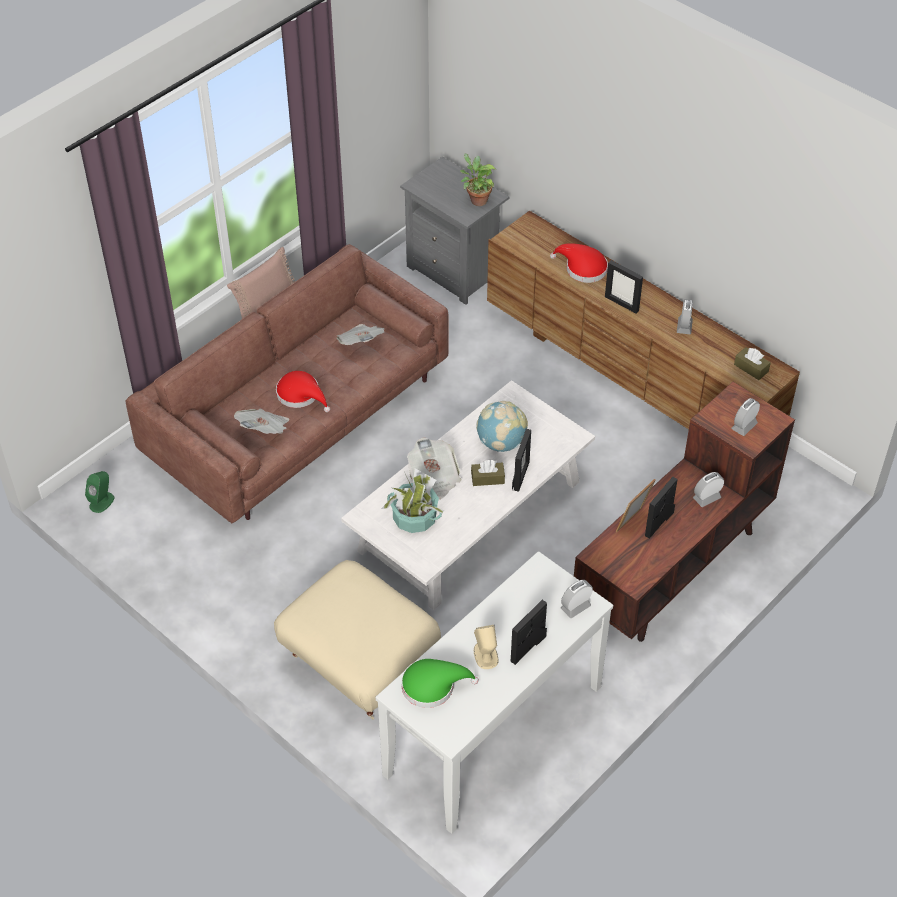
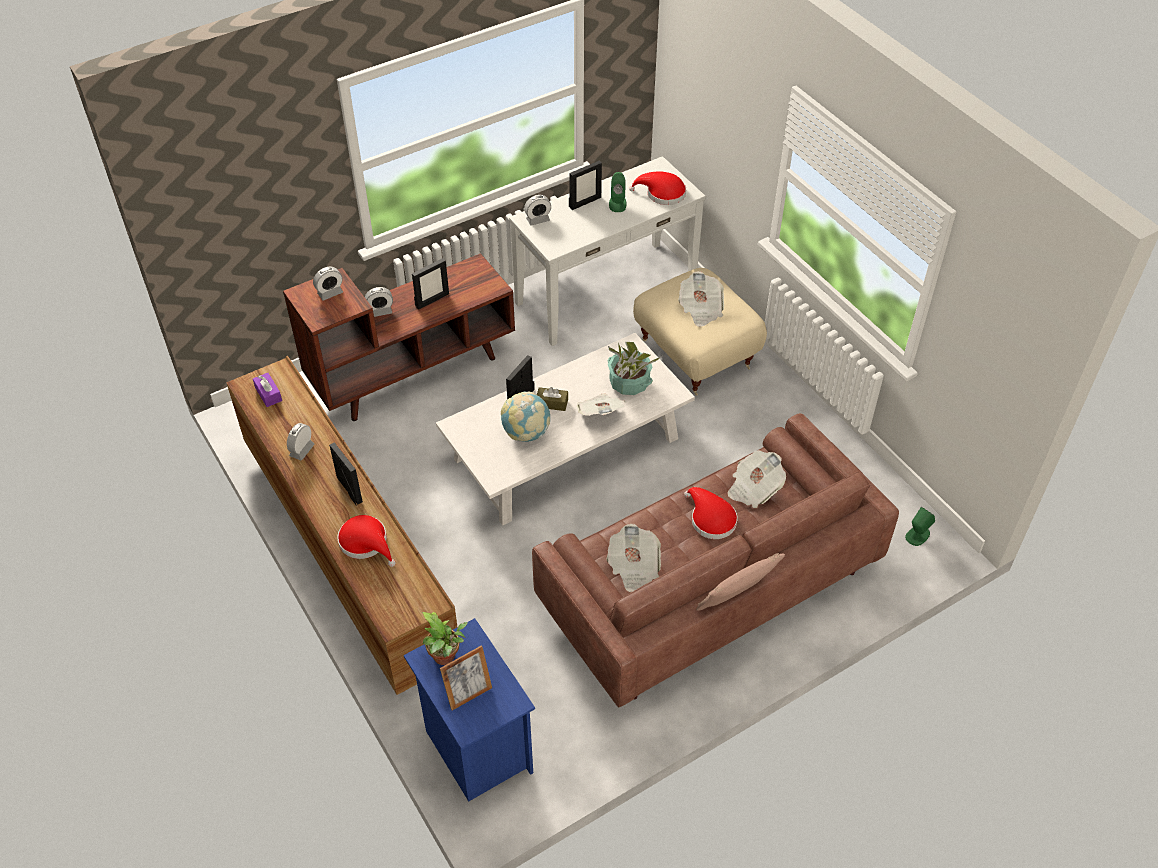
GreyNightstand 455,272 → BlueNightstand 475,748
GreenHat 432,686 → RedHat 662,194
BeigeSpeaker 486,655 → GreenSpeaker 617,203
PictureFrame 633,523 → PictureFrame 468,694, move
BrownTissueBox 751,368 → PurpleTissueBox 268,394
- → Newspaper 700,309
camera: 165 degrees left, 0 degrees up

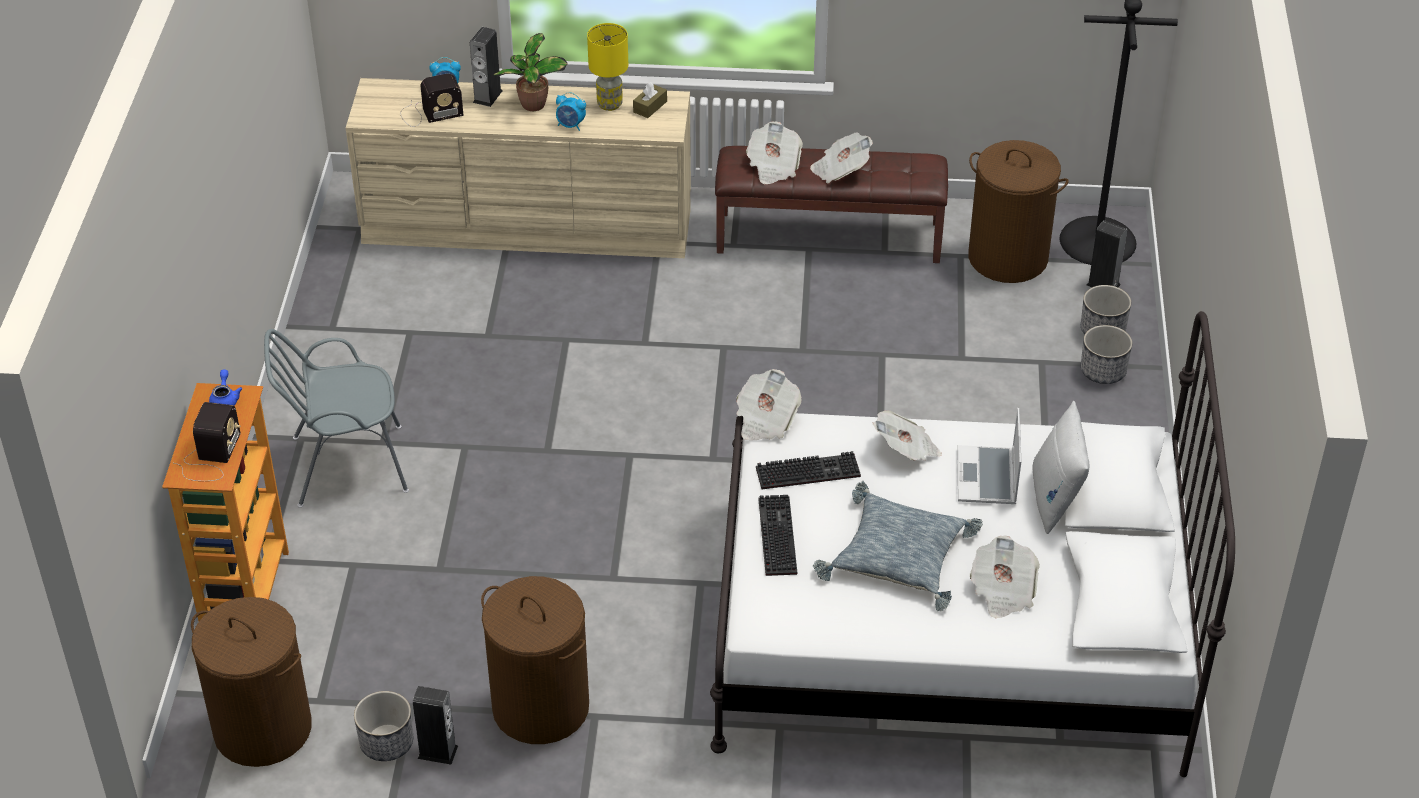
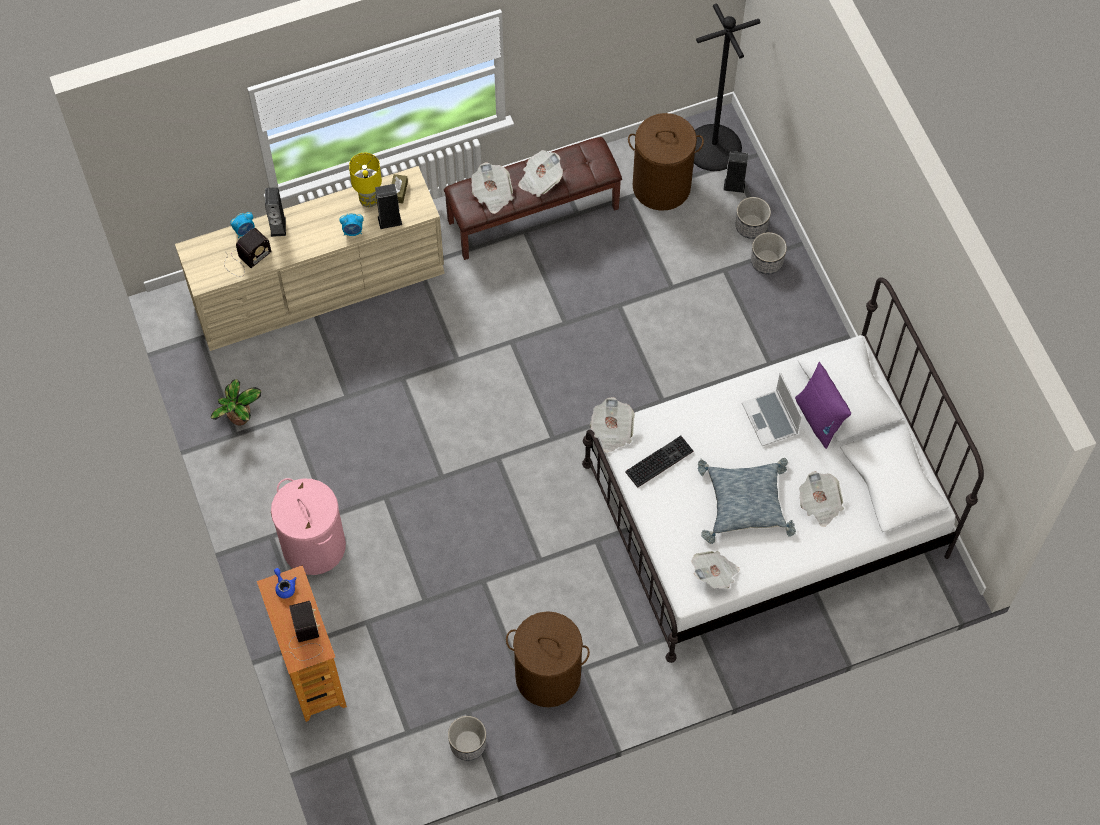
BrownLaundryBasket 263,728 → -
GreyChair 344,465 → PinkLaundryBasket 313,546
Speaker 437,752 → Speaker 389,220, move
PottedPlant 532,105 → PottedPlant 240,419, move
Keyboard 775,535 → -
Newspaper 906,450 → Newspaper 715,574, move
GreyPillow 1055,499 → PurplePillow 818,419
camera: 25 degrees left, 20 degrees up

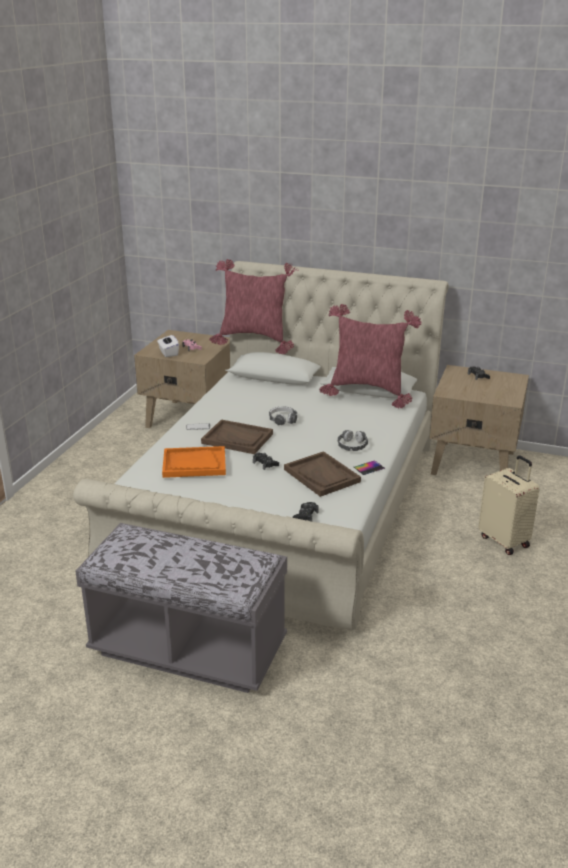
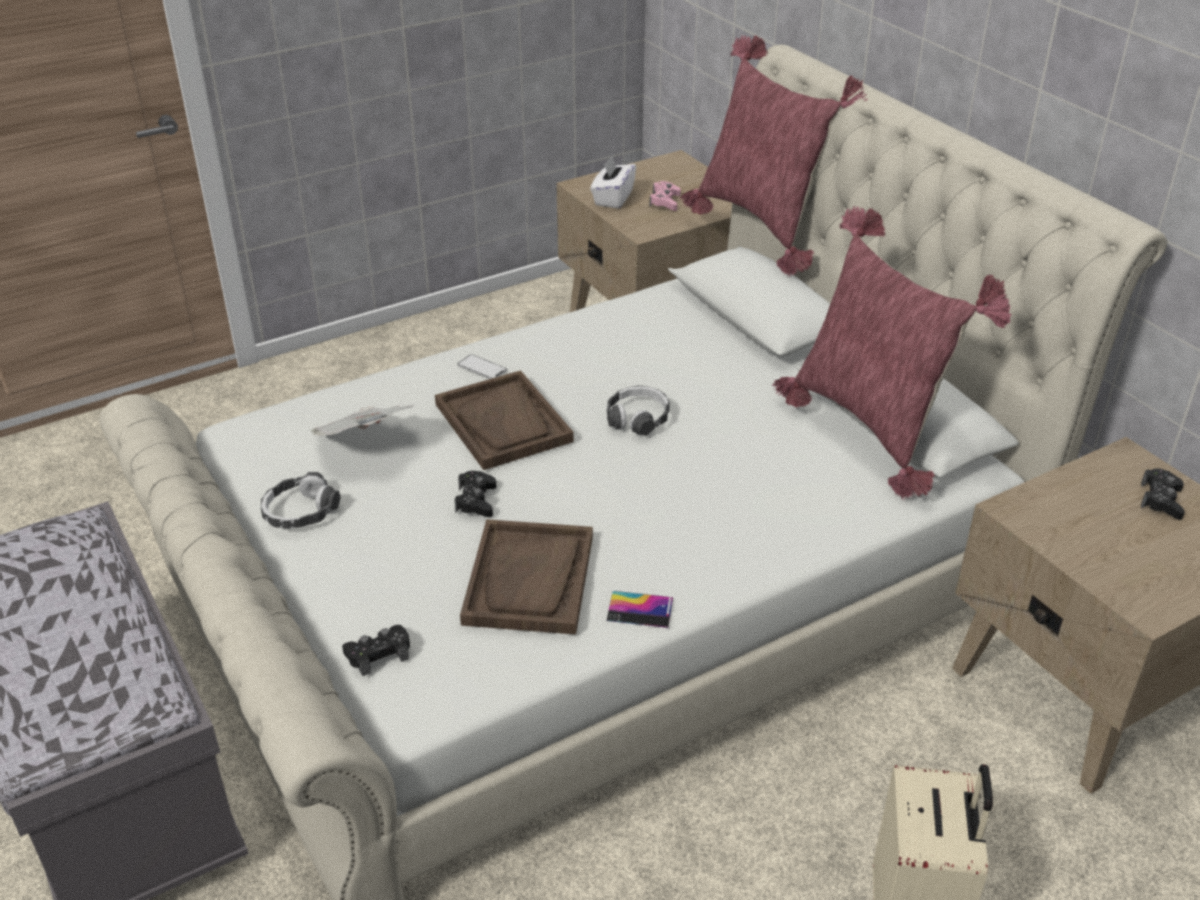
OrangeTray 194,464 → Newspaper 365,442
Headphones 352,446 → Headphones 300,511, move
camera: 40 degrees right, 10 degrees up

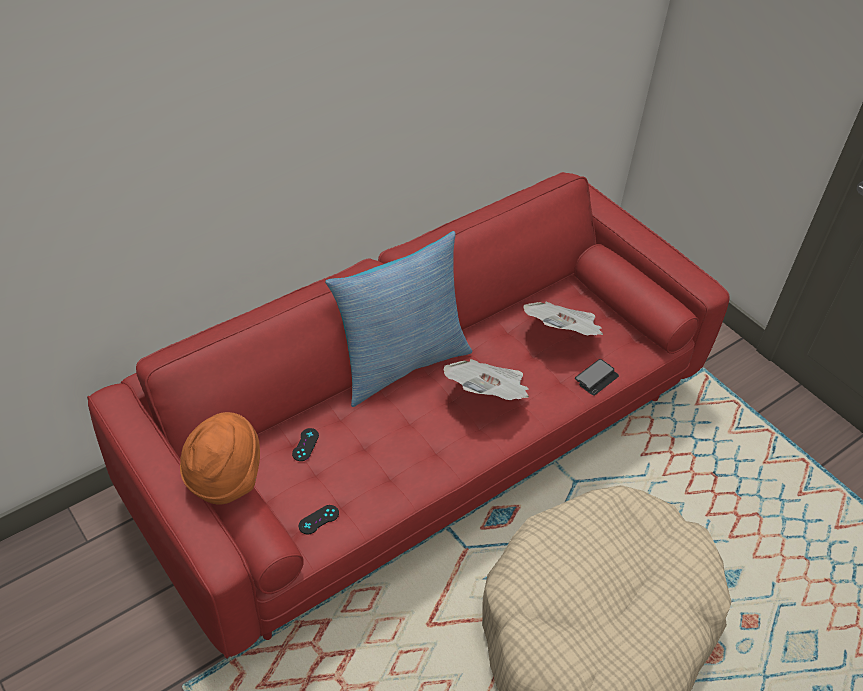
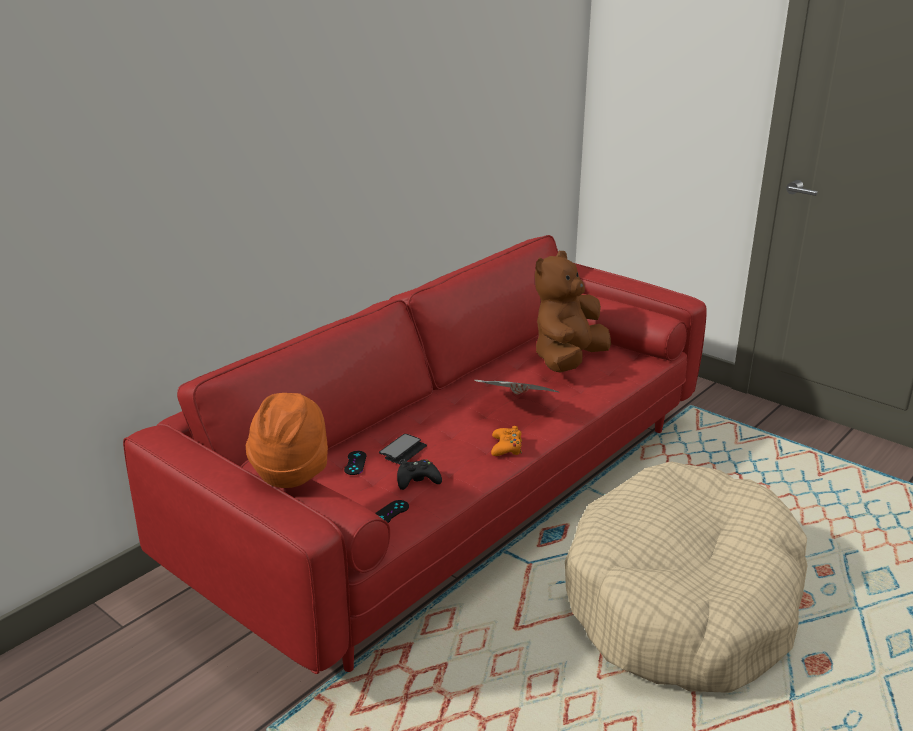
Pillow 400,363 → -
Newspaper 563,333 → BrownPlushToy 568,361
Phone 596,378 → Phone 403,450, move
- → BlackGameController 417,480
- → OrangeGameController 506,447
camera: 10 degrees left, 20 degrees down

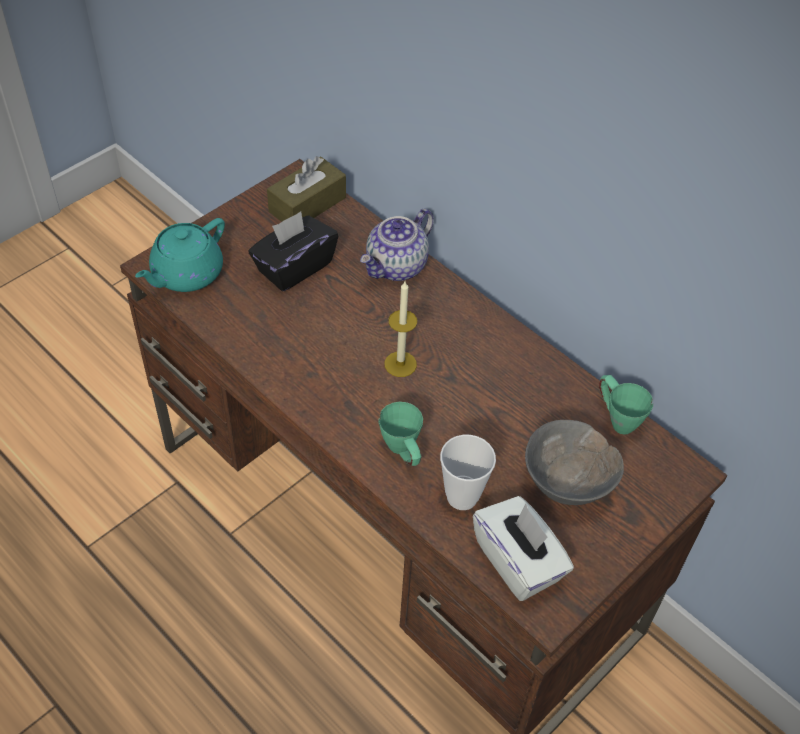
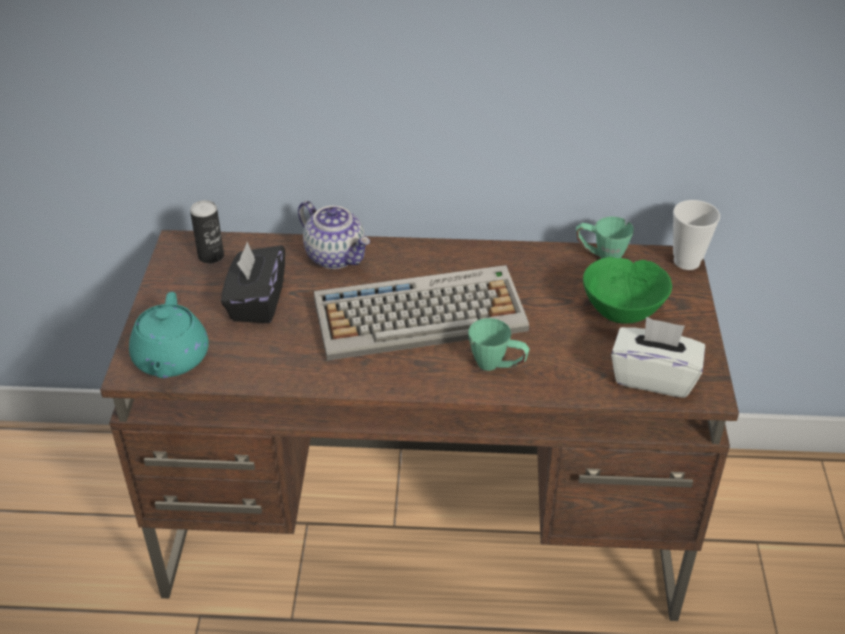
BrownTissueBox 307,204 → Can 211,256
Teapot 397,267 → Teapot 336,256, 45 degrees counterclockwise
Candle 400,364 → Keyboard 421,314
Cup 462,497 → Cup 686,261, move
GreyBowl 567,484 → GreenBowl 622,313
camera: 40 degrees left, 10 degrees down

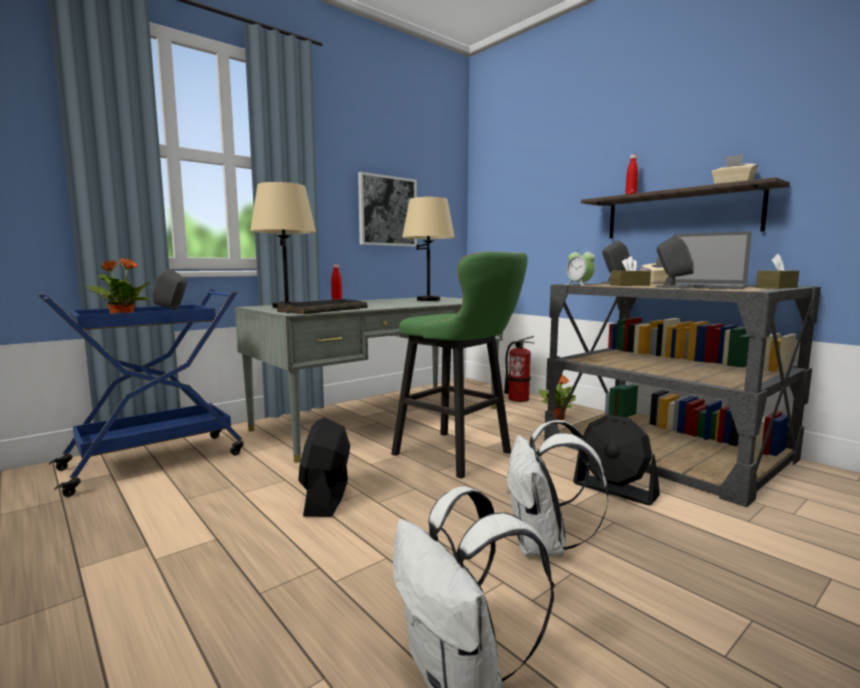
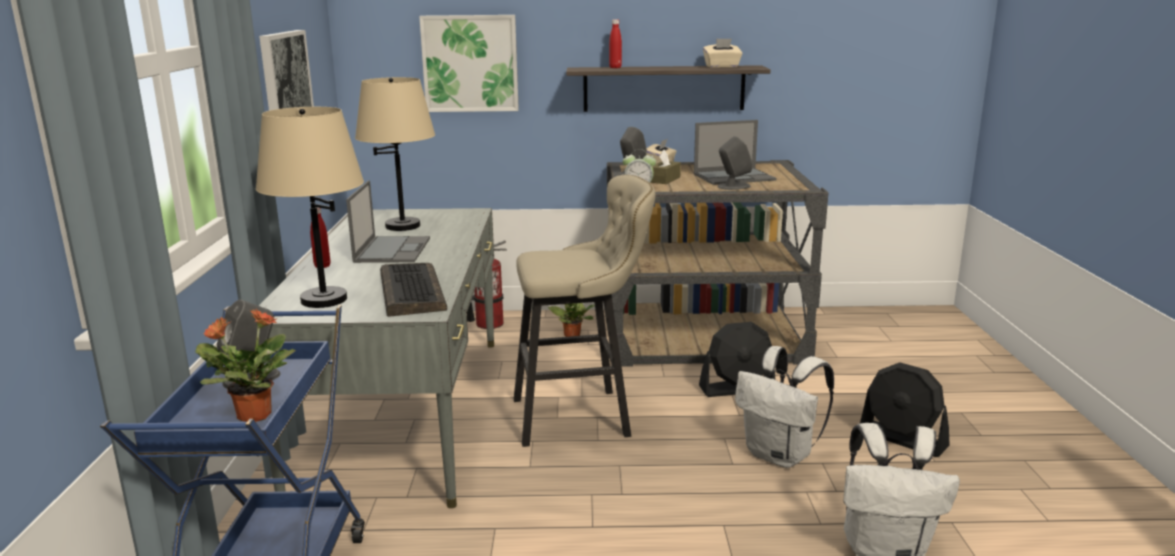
BlackFan 326,498 → BlackFan 903,439, move
GreenStool 462,457 → BeigeStool 586,415
BrownTissueBox 776,287 → -
- → Laptop 392,249
- → Picture 470,63
camera: 50 degrees left, 10 degrees up

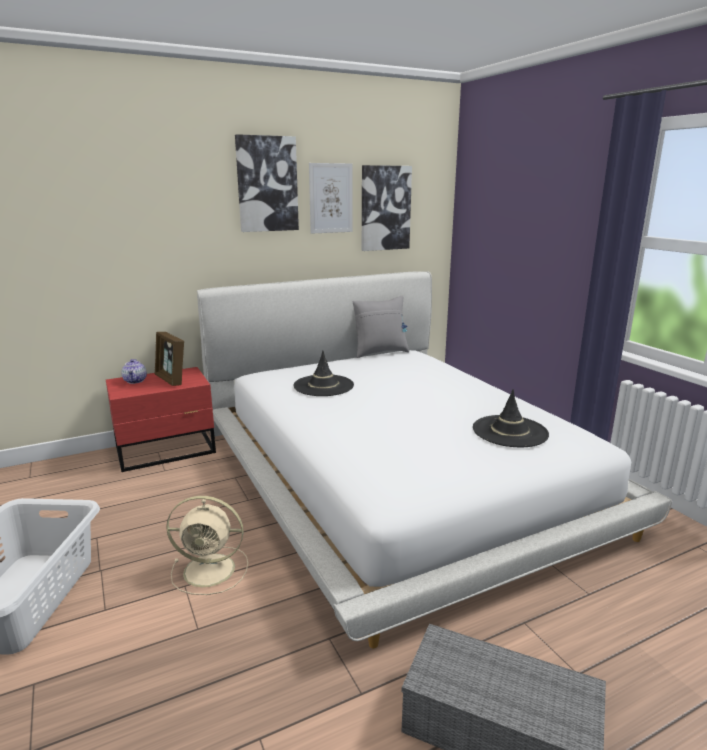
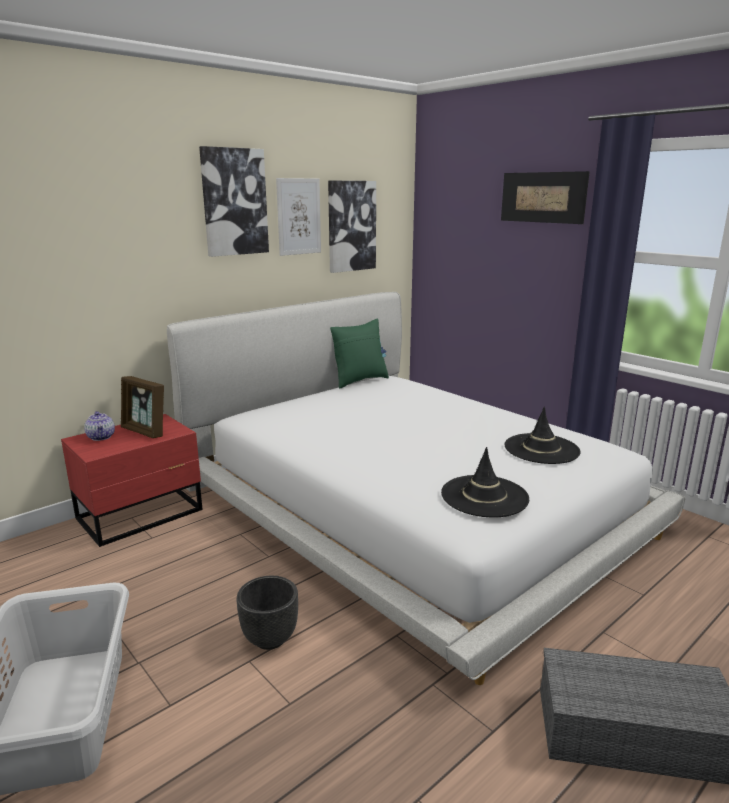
BeigeFan 211,570 → BlackPlanter 270,638
BlackHat 323,386 → BlackHat 484,496, move
GreyPillow 379,353 → GreenPillow 359,381
- → Picture 542,197
camera: 15 degrees left, 0 degrees up

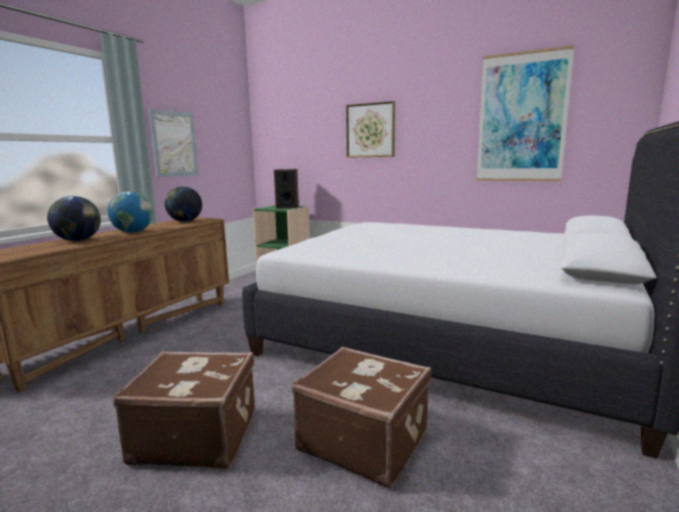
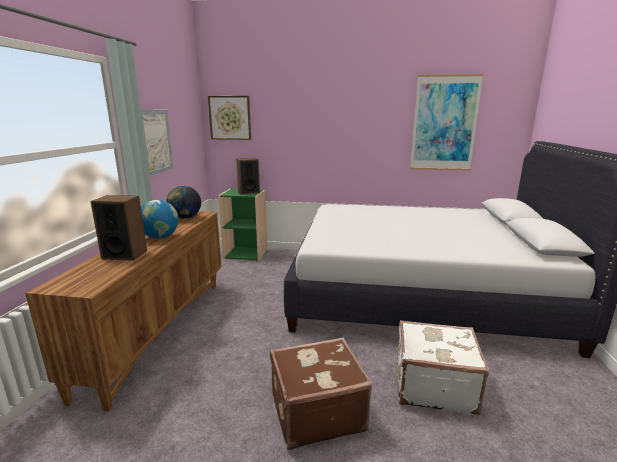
Globe 78,240 → Speaker 124,254
BrownSuitcase 364,440 → WhiteSuitcase 433,385
Picture 370,130 → Picture 230,118, move
camera: 20 degrees left, 5 degrees up

